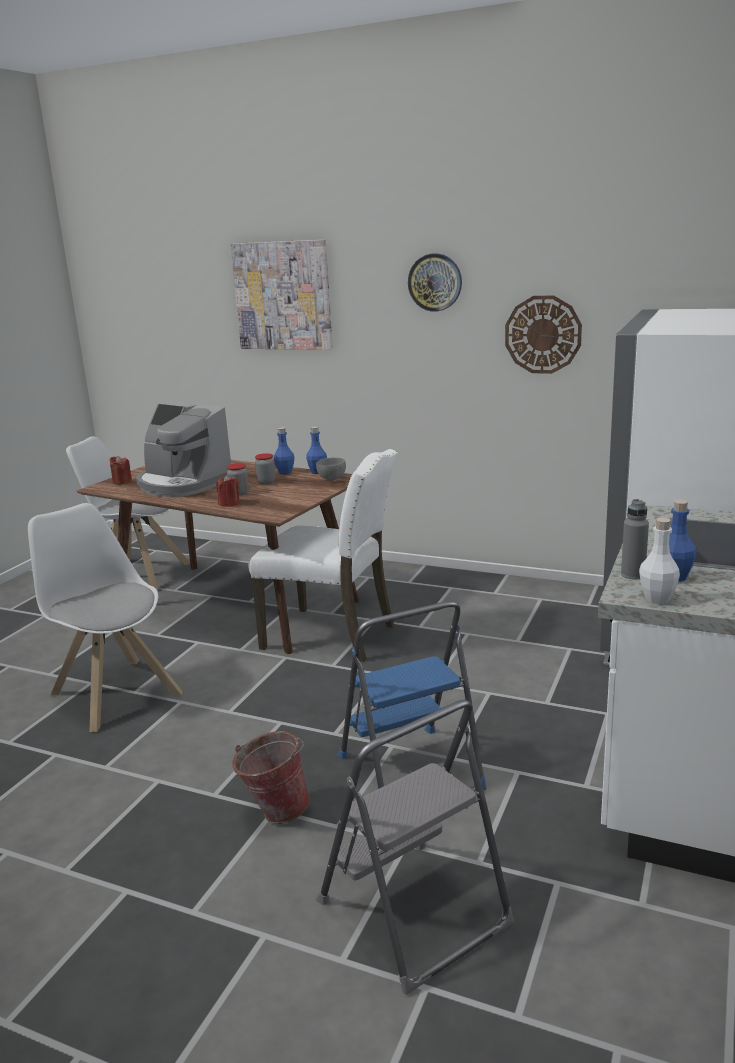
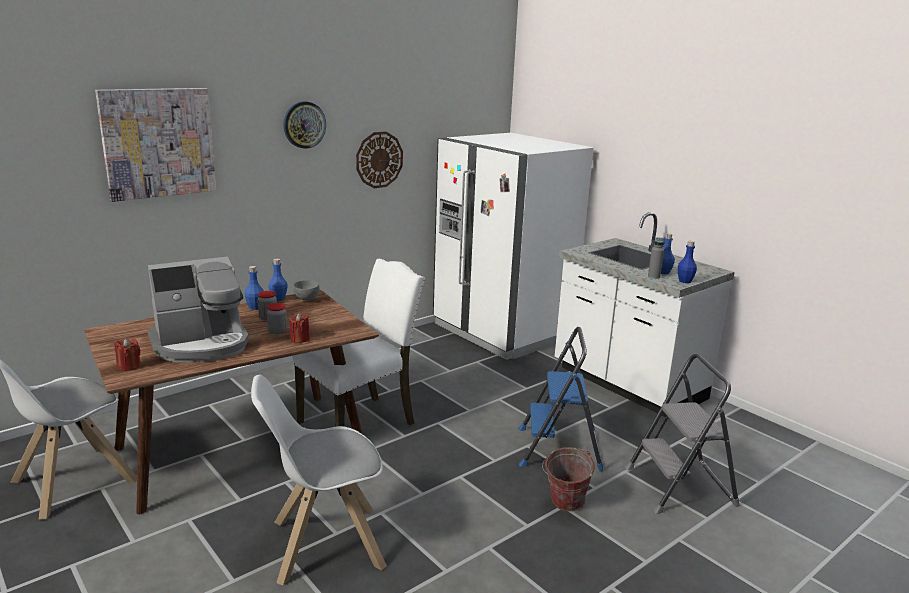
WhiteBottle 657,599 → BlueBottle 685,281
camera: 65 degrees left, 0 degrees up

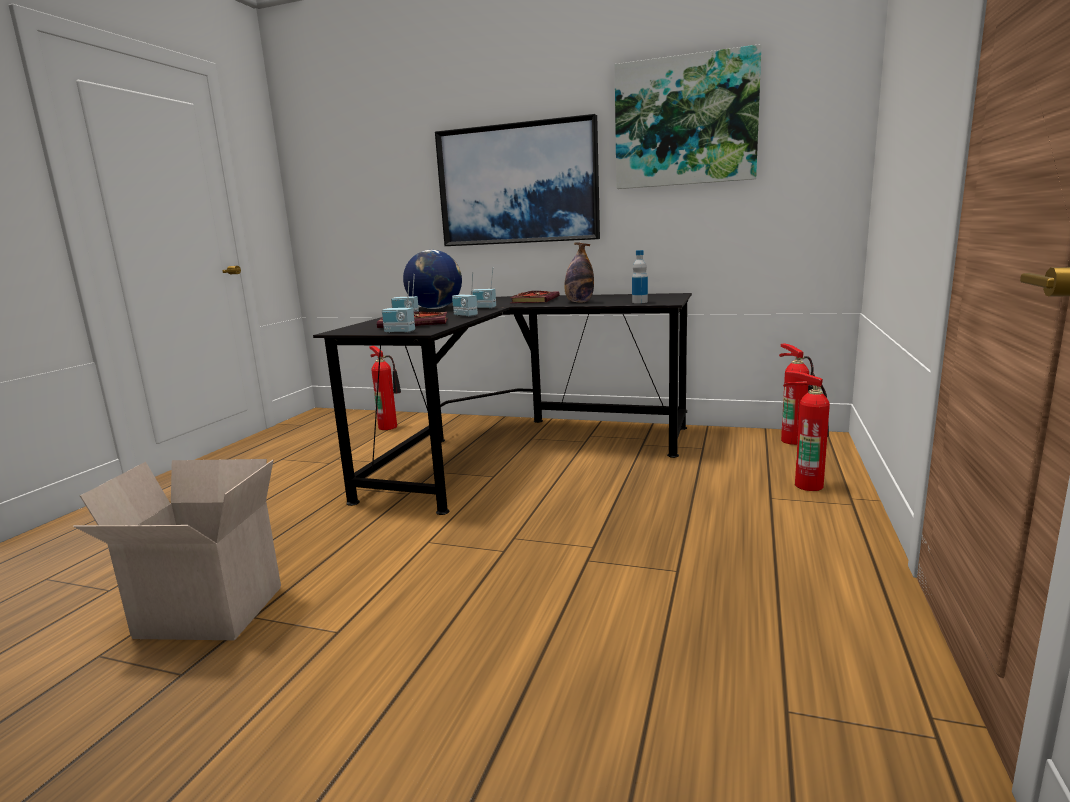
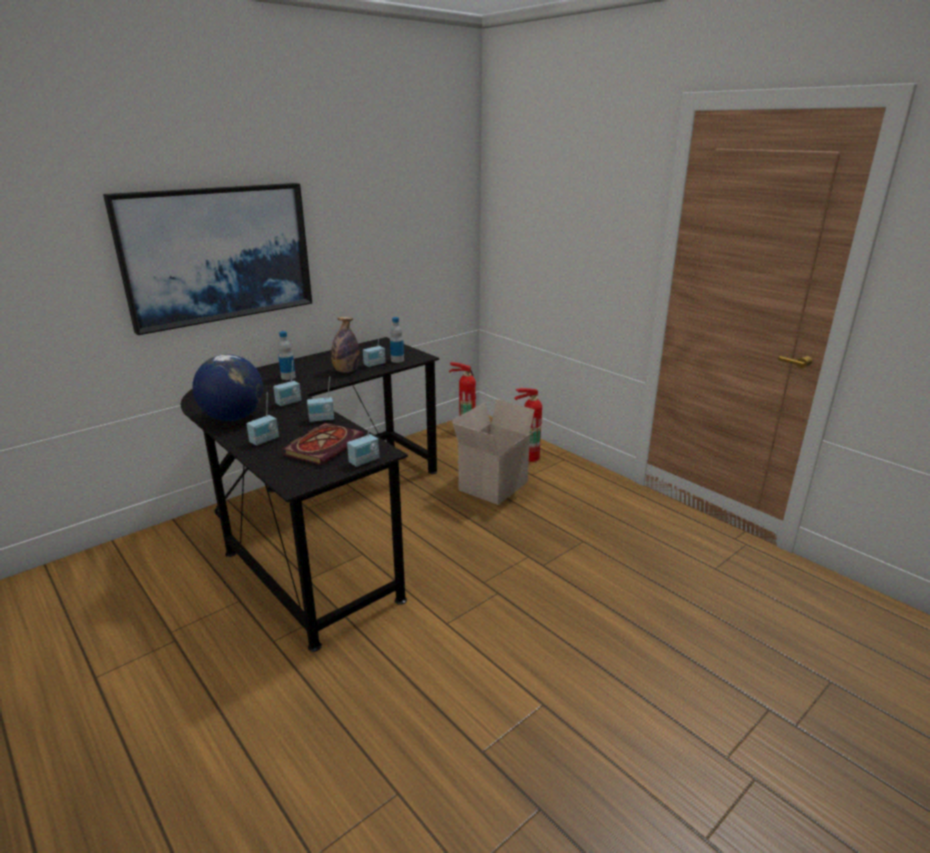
CardboardBox 206,614 → CardboardBox 494,487, move
FireExtinguisher 389,426 → -
Book 534,300 → Bottle 288,377
Picture 685,122 → -
- → Radio 375,364
camera: 60 degrees left, 10 degrees up

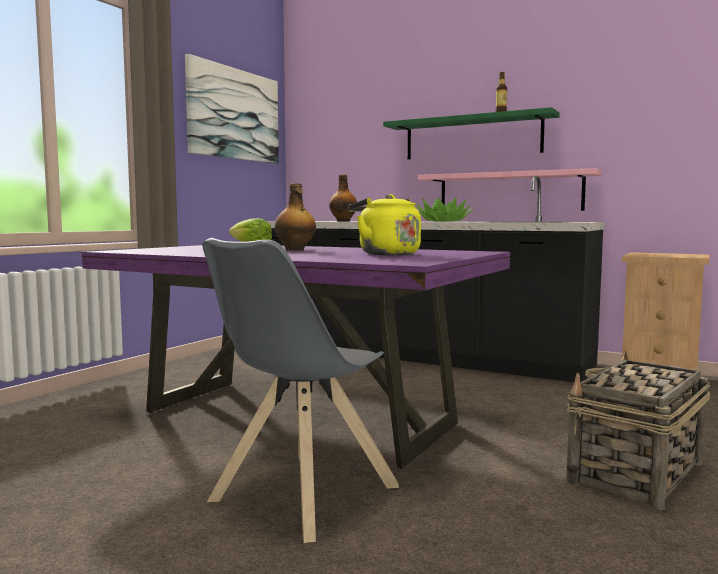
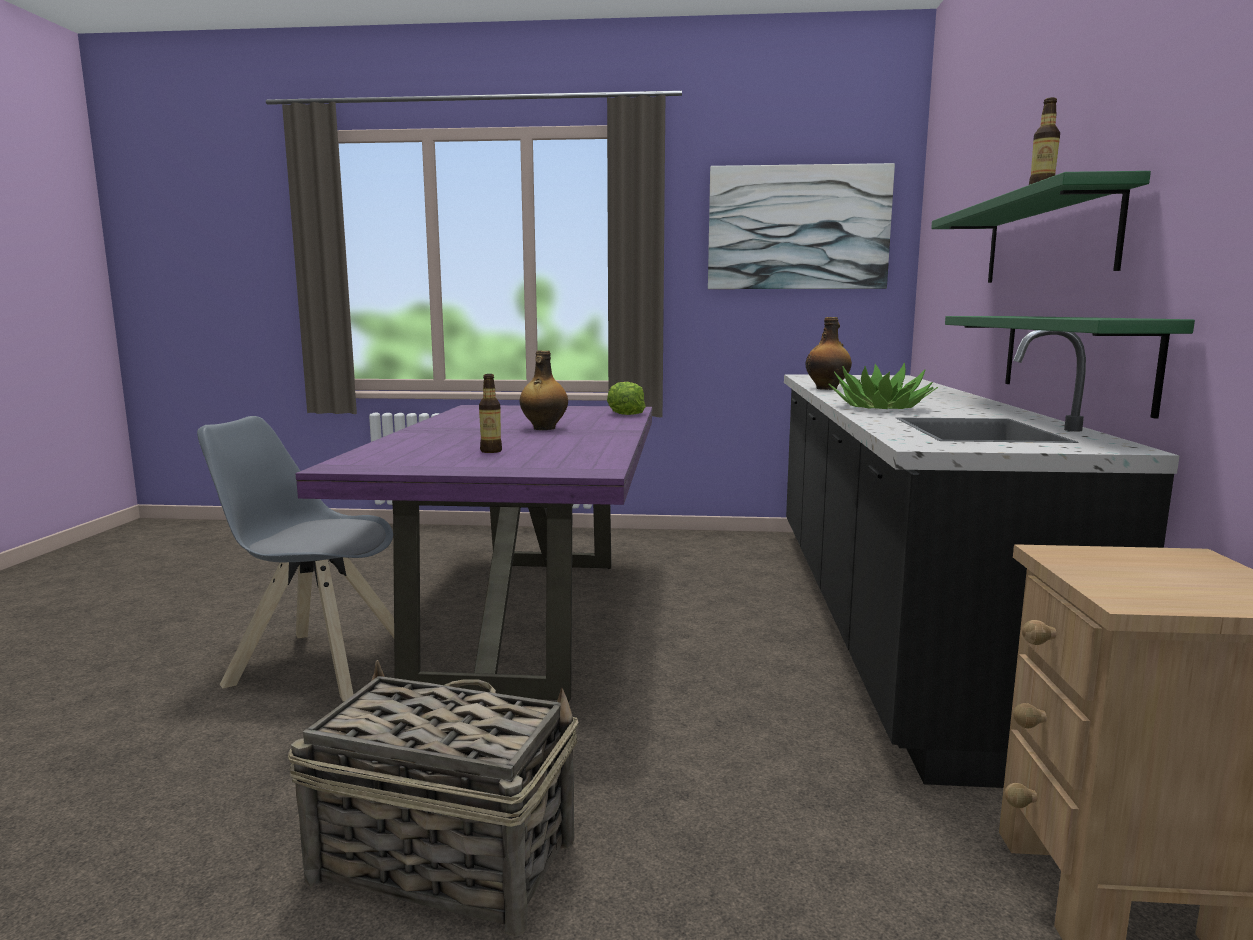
YellowKettle 385,254 → Bottle 491,451
PinkShelf 509,192 → GreenShelf 1073,357
camera: 65 degrees right, 5 degrees up

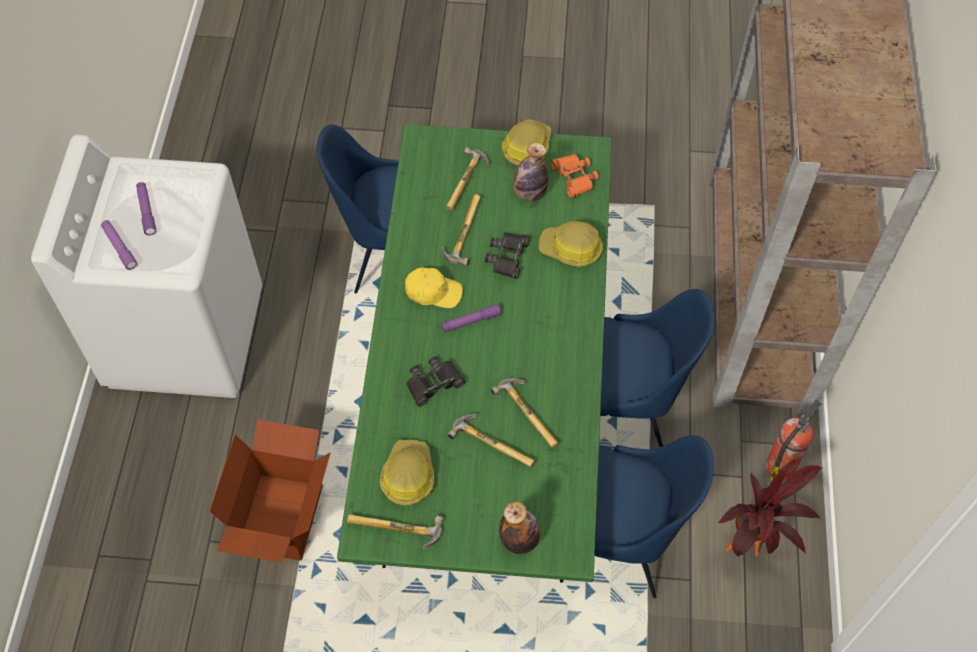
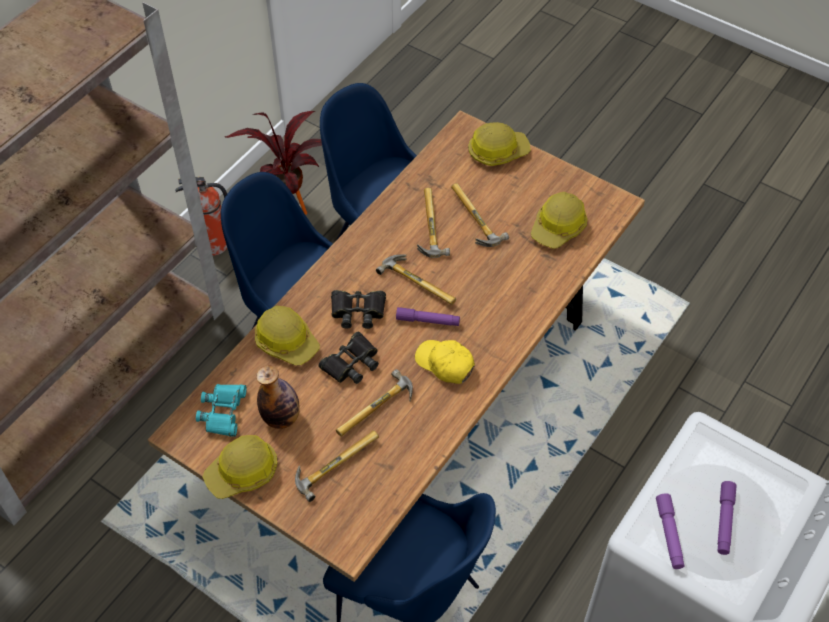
PurpleFlashlight 120,247 → PurpleFlashlight 669,534, move
CardboardBox 282,518 → -
GreenDiningTable 487,405 → BrownDiningTable 414,405
Hammer 394,532 → Hammer 420,281, move
BlackBinoculars 433,383 → BlackBinoculars 358,311, move
Bottle 519,540 → HardHat 497,151
OrangeBinoculars 574,177 → TurquoiseBinoculars 223,412
camera: 150 degrees left, 5 degrees down

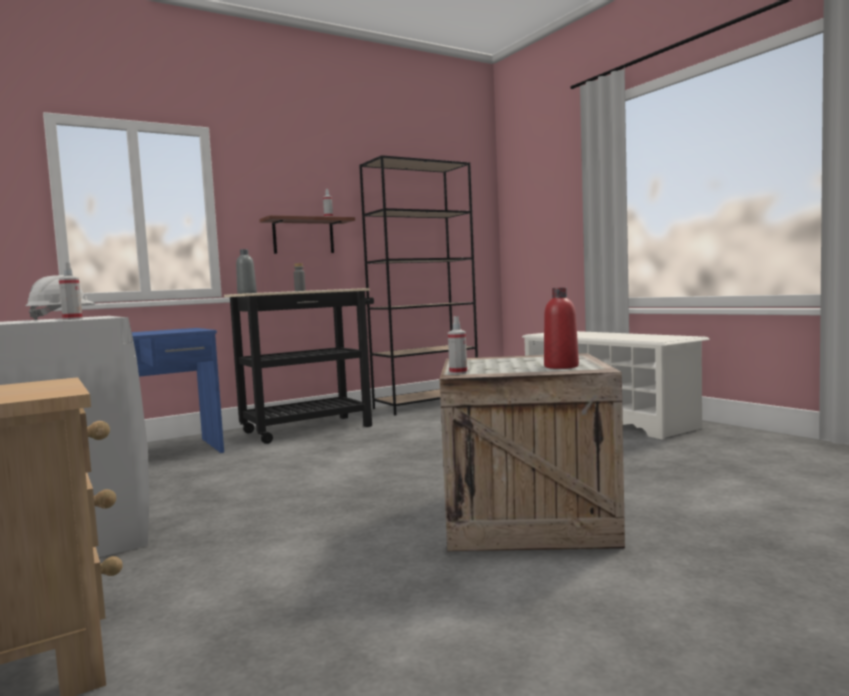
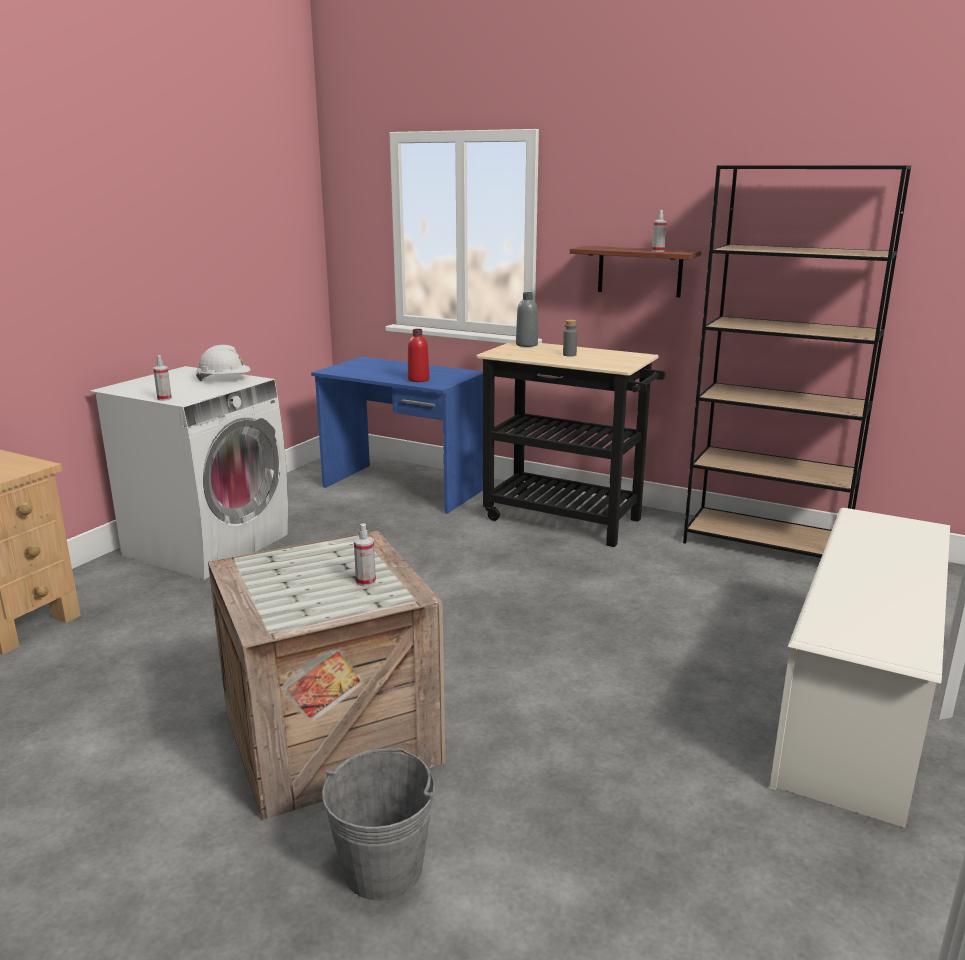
SprayBottle 458,373 → SprayBottle 366,582, move
RedBottle 561,366 → RedBottle 418,379, move
- → GreyBucket 383,868
camera: 60 degrees right, 15 degrees up

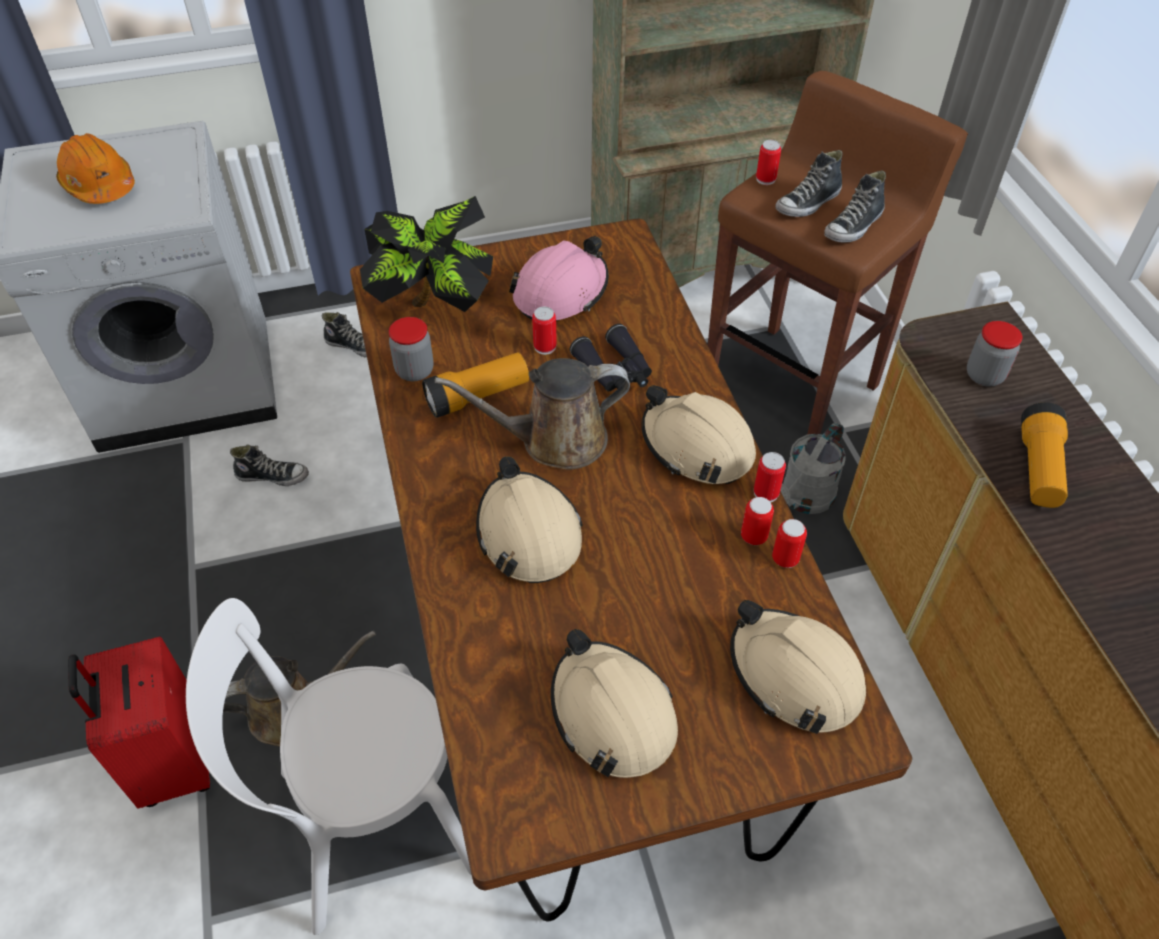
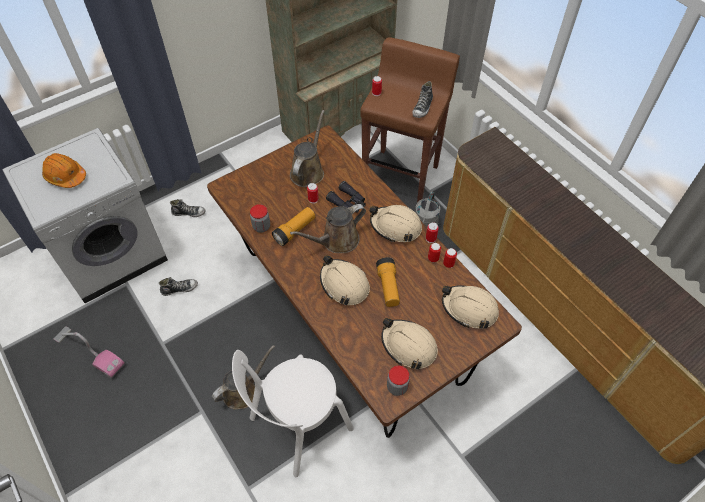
RedSuitcase 173,762 → -
PottedPlant 434,306 → -
PinkHardHat 561,292 → BrownWateringCan 308,171
Shoe 808,203 → -
Jar 984,375 → Jar 397,387, move
Flashlight 1038,469 → Flashlight 388,287, move
- → VacuumCleaner 89,352
camera: 20 degrees left, 5 degrees up

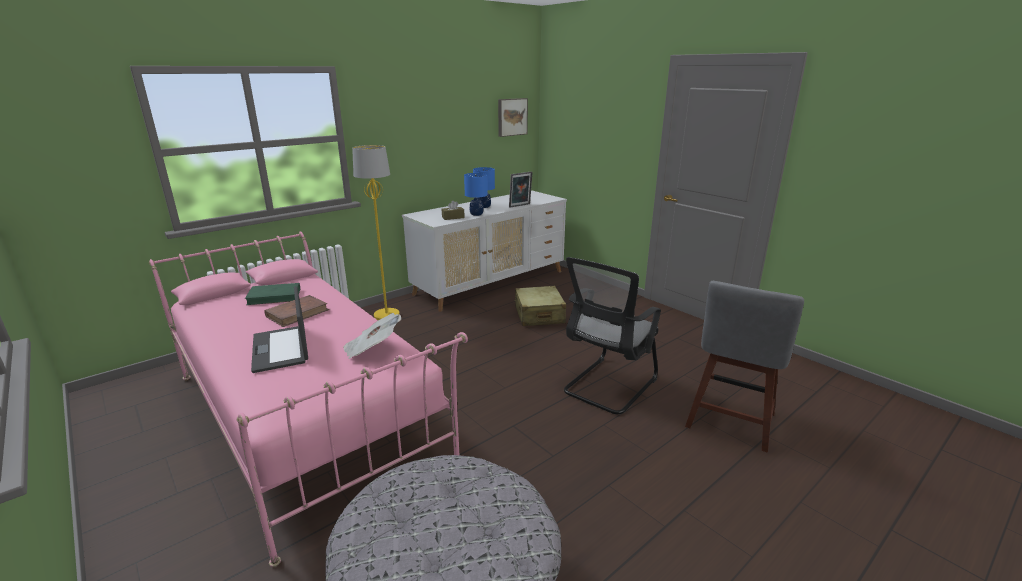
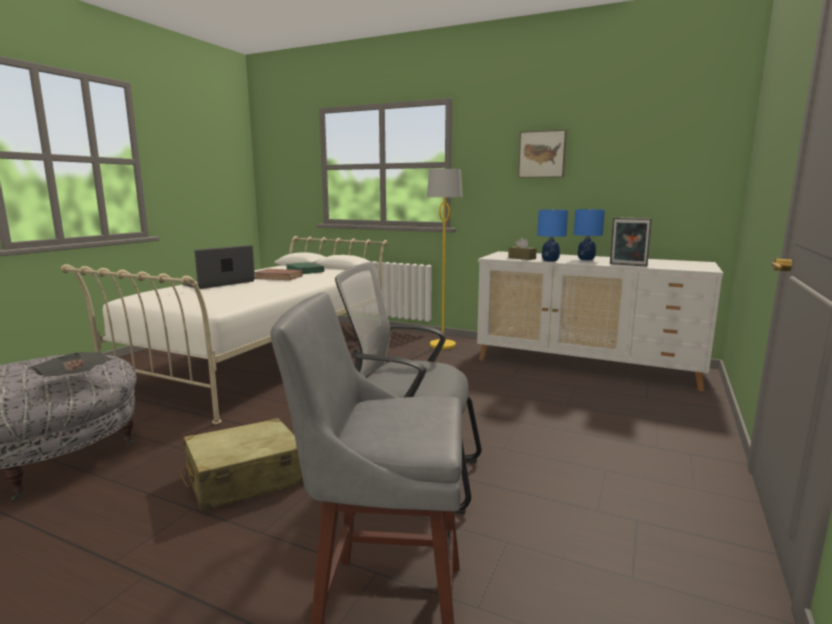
PinkBed 305,416 → WhiteBed 264,362
Newspaper 372,349 → Newspaper 75,382, move
Picture 511,117 → Picture 542,154, move
BeigeSuitcase 539,315 → BeigeSuitcase 245,479, move
camera: 65 degrees right, 10 degrees down

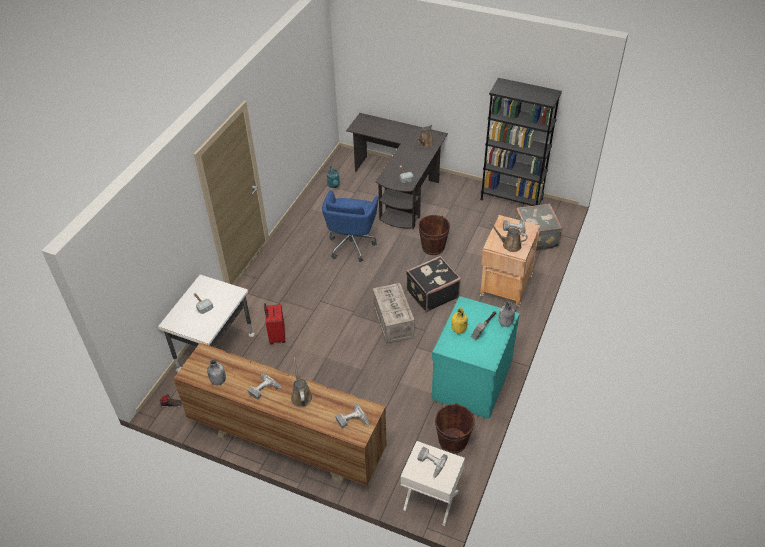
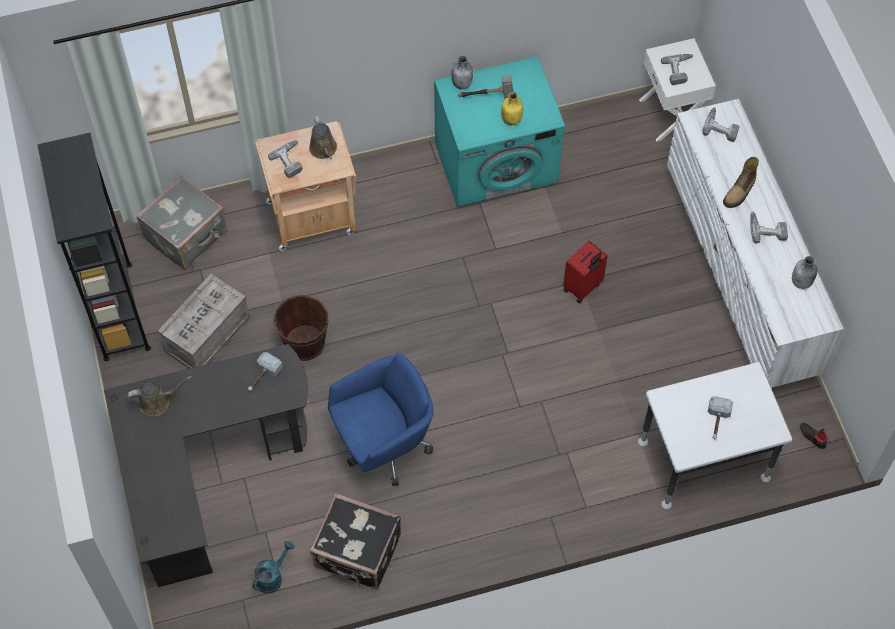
BrownCabinet 286,443 → WhiteCabinet 739,281
RedSuitcase 276,336 → RedSuitcase 583,287, move
BrownWateringCan 301,396 → Boot 739,192
Crate 393,322 → Crate 207,333, move
BlackSuitcase 431,293 → BlackSuitcase 357,553, move
BrownBucket 452,441 → -
camera: 130 degrees left, 15 degrees up

